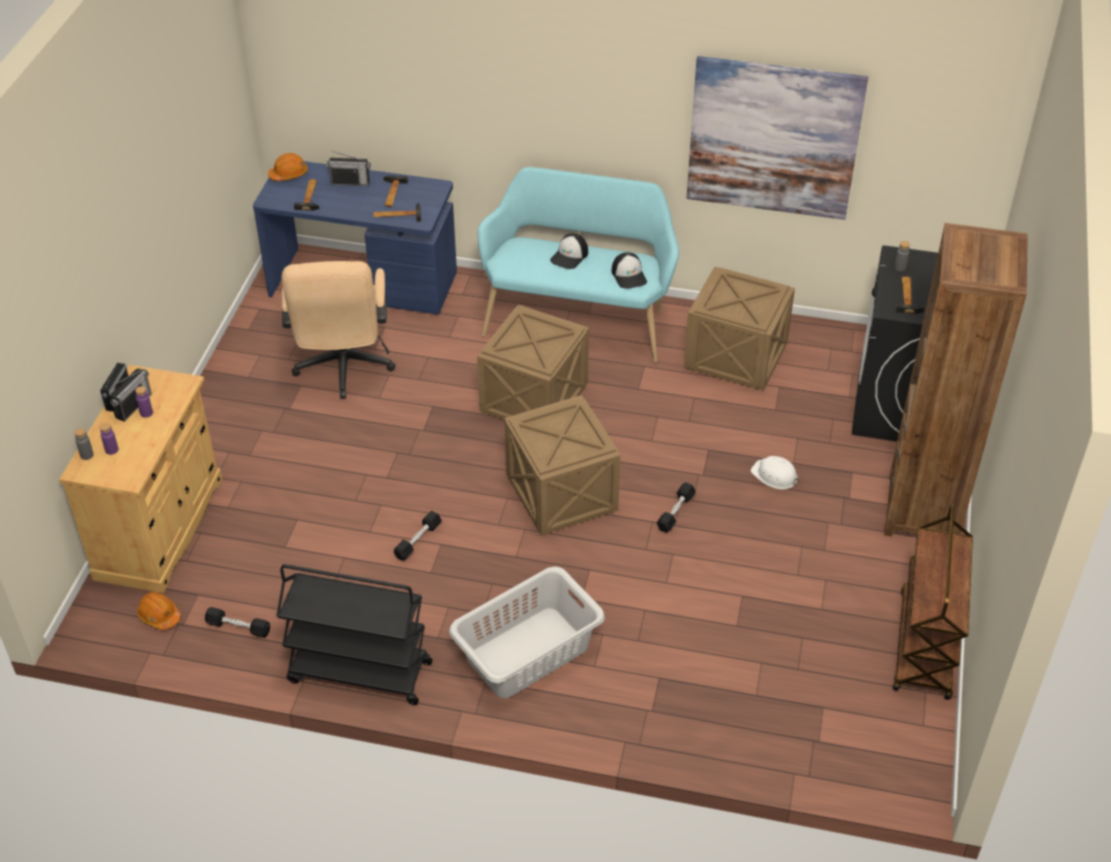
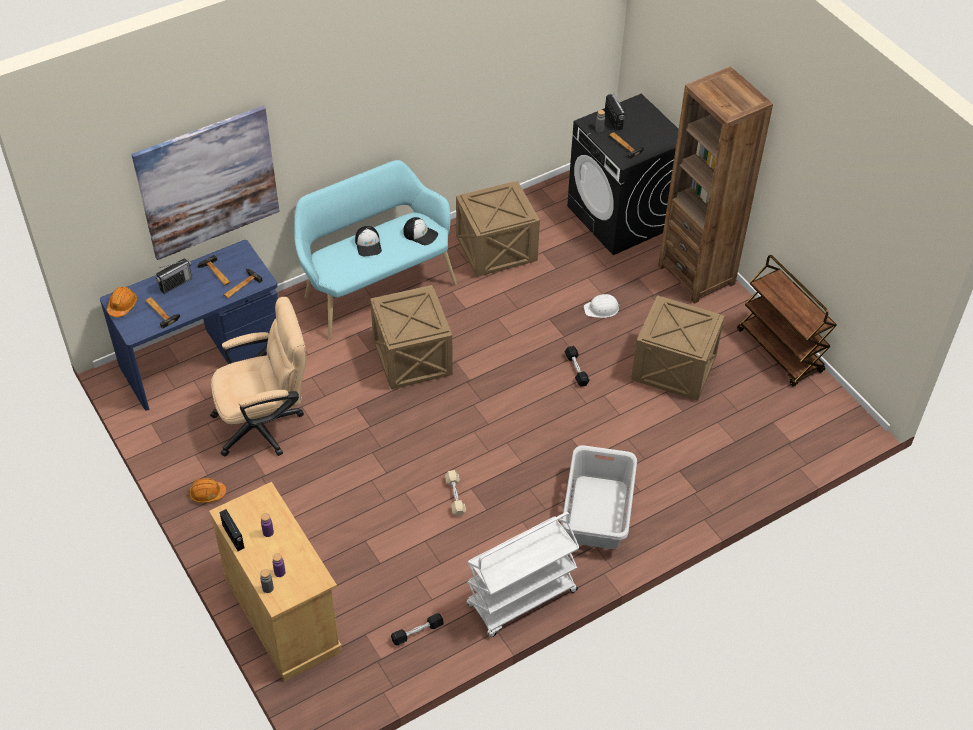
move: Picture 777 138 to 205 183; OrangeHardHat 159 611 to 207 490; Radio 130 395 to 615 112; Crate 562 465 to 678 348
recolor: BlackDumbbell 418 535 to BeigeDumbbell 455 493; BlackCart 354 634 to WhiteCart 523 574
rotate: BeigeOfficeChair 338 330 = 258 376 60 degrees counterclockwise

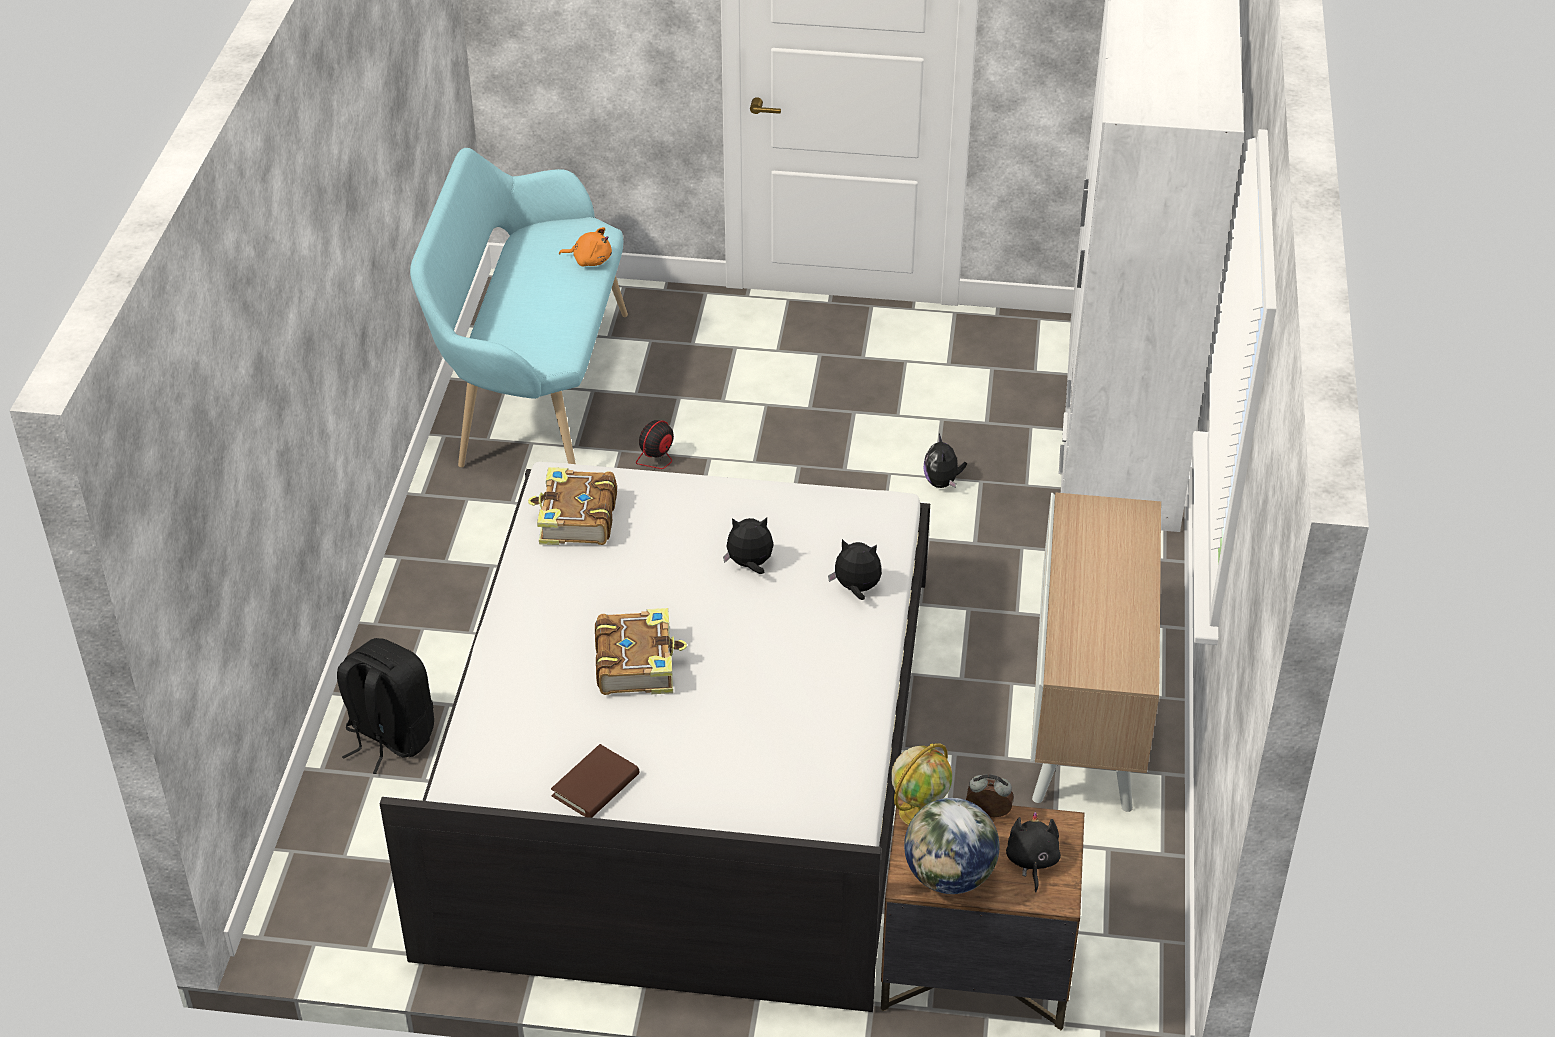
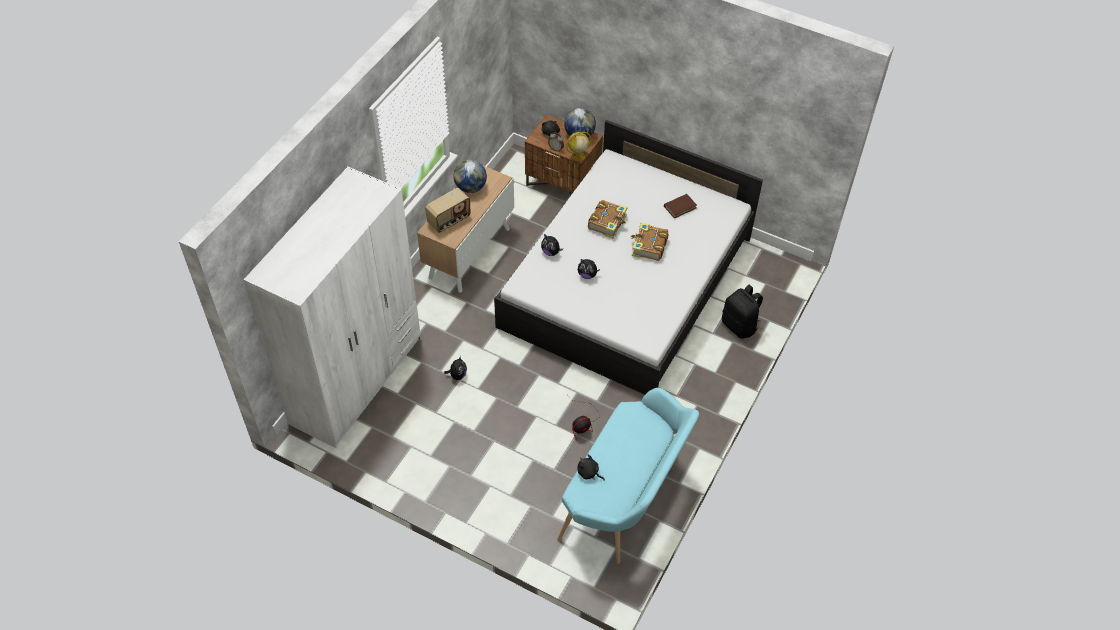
insert: Radio 448 210; Globe 470 176
move: Book 572 506 to 608 219
recolor: OrangePlushToy 585 247 to BlackPlushToy 591 468

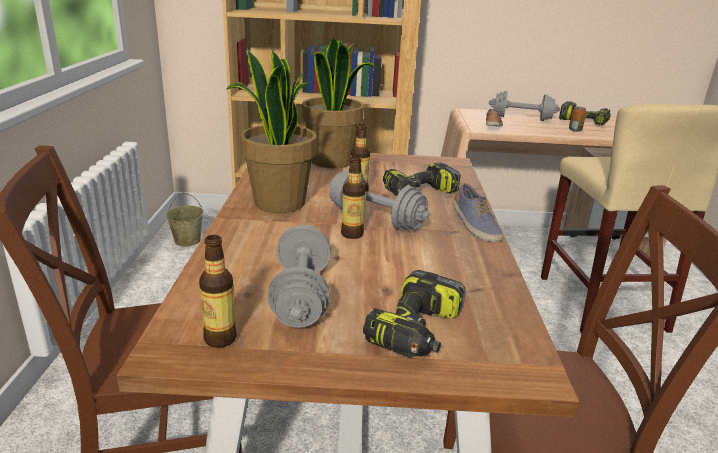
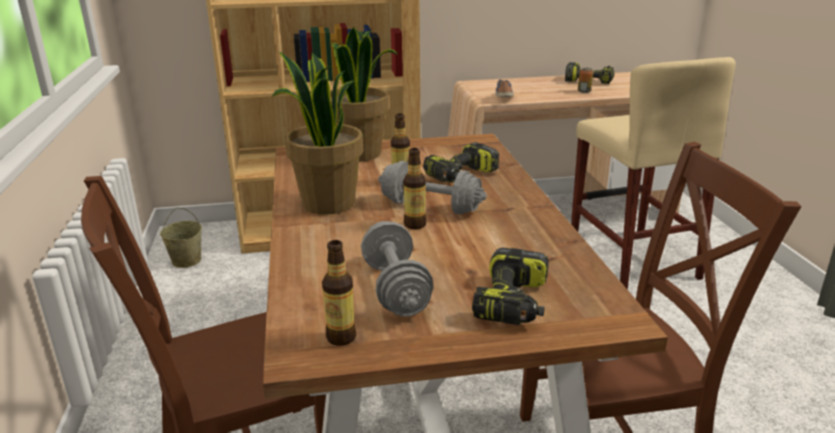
delete: Shoe 478 212; GreyDumbbell 524 106

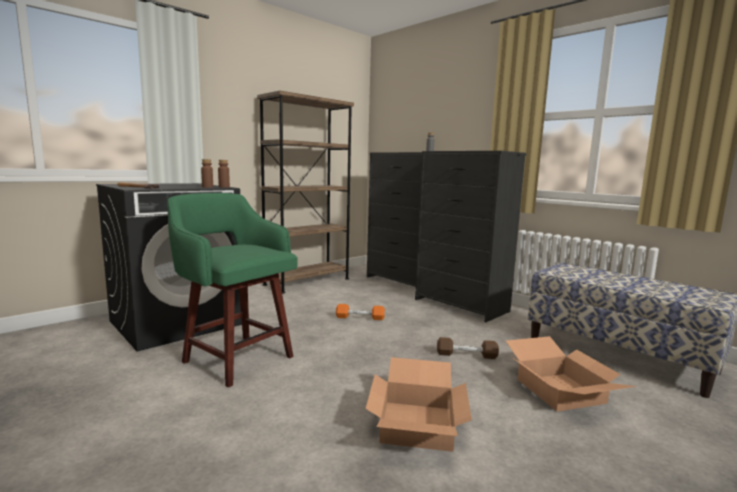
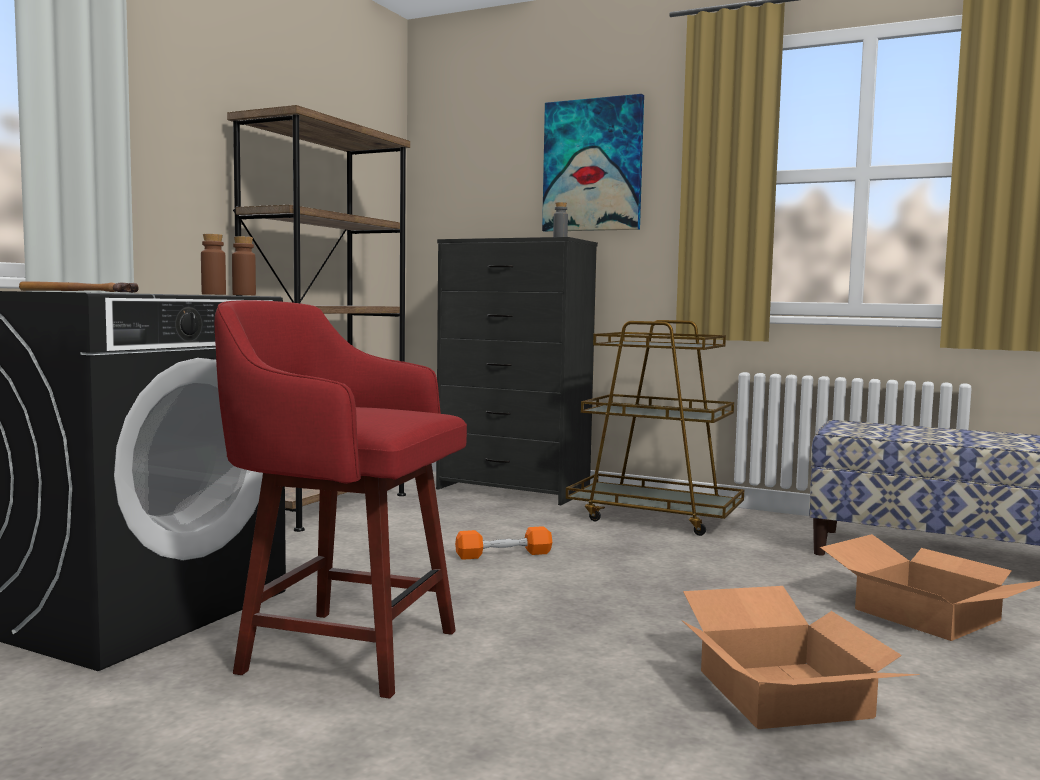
delete: BrownDumbbell 468 348
insert: Picture 593 163
replace: BlackDresser 470 236 to BrownCart 655 428
recolor: GreenStool 232 290 to RedStool 340 499

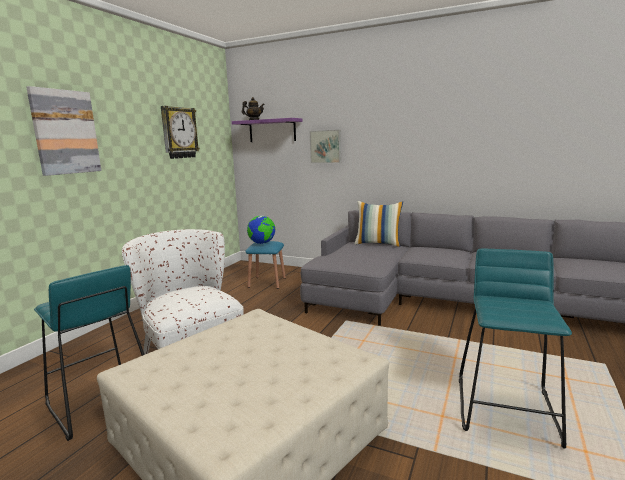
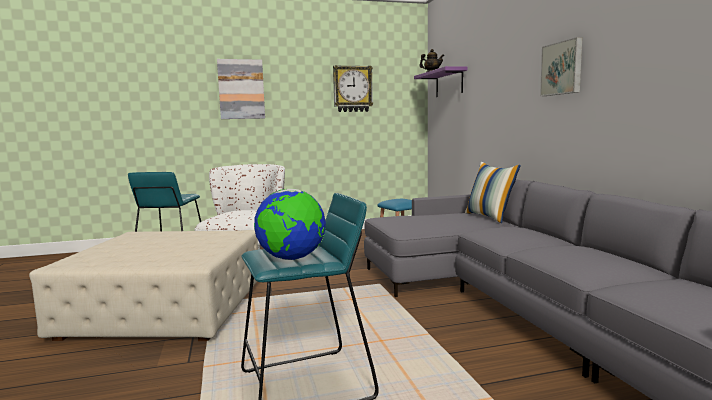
move: Globe 261 230 to 290 224; Picture 325 146 to 561 66

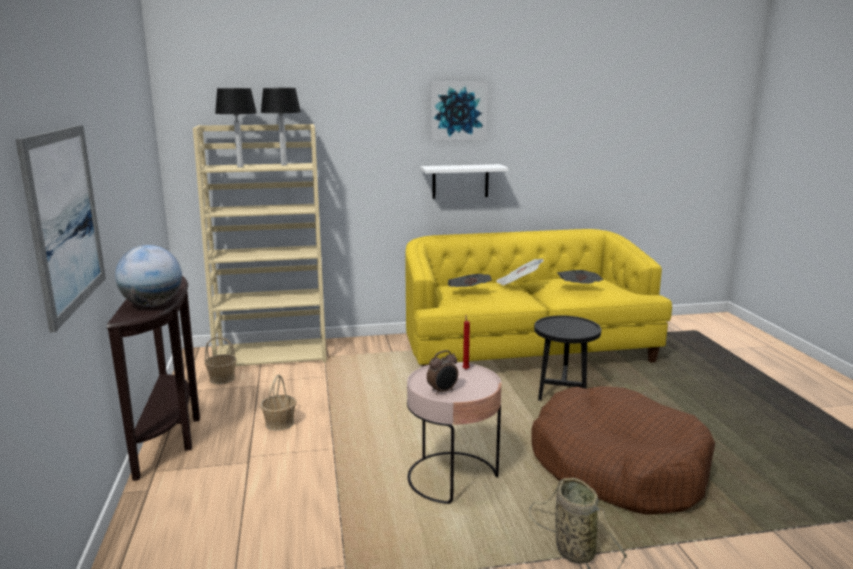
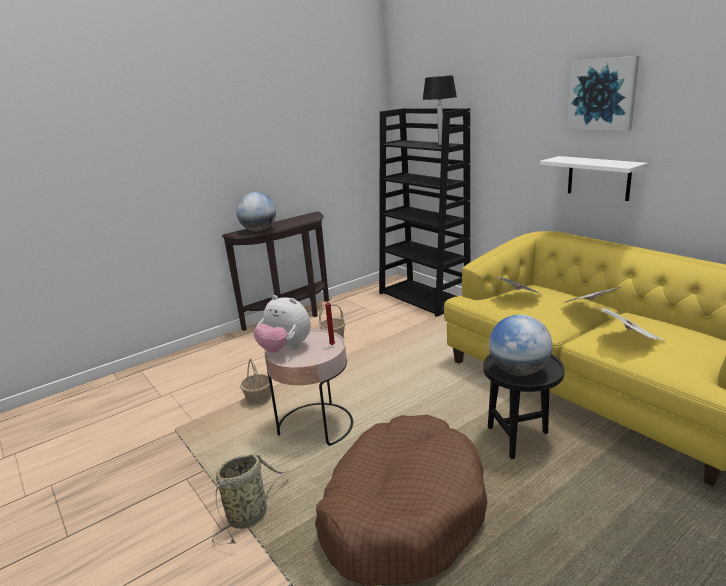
delete: Picture 61 229; TableLamp 236 128
insert: Globe 520 345
move: Basket 220 360 to 255 382
replace: AlarmClock 442 372 to PlushToy 282 324
recolor: BeigeBookcase 260 245 to BlackBookcase 424 212

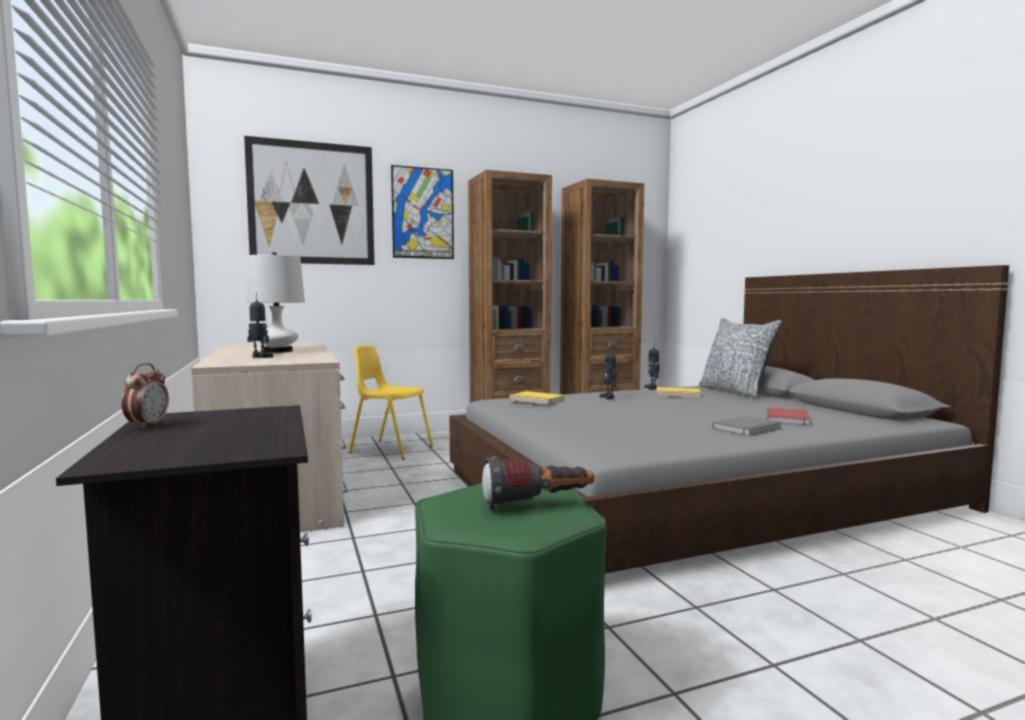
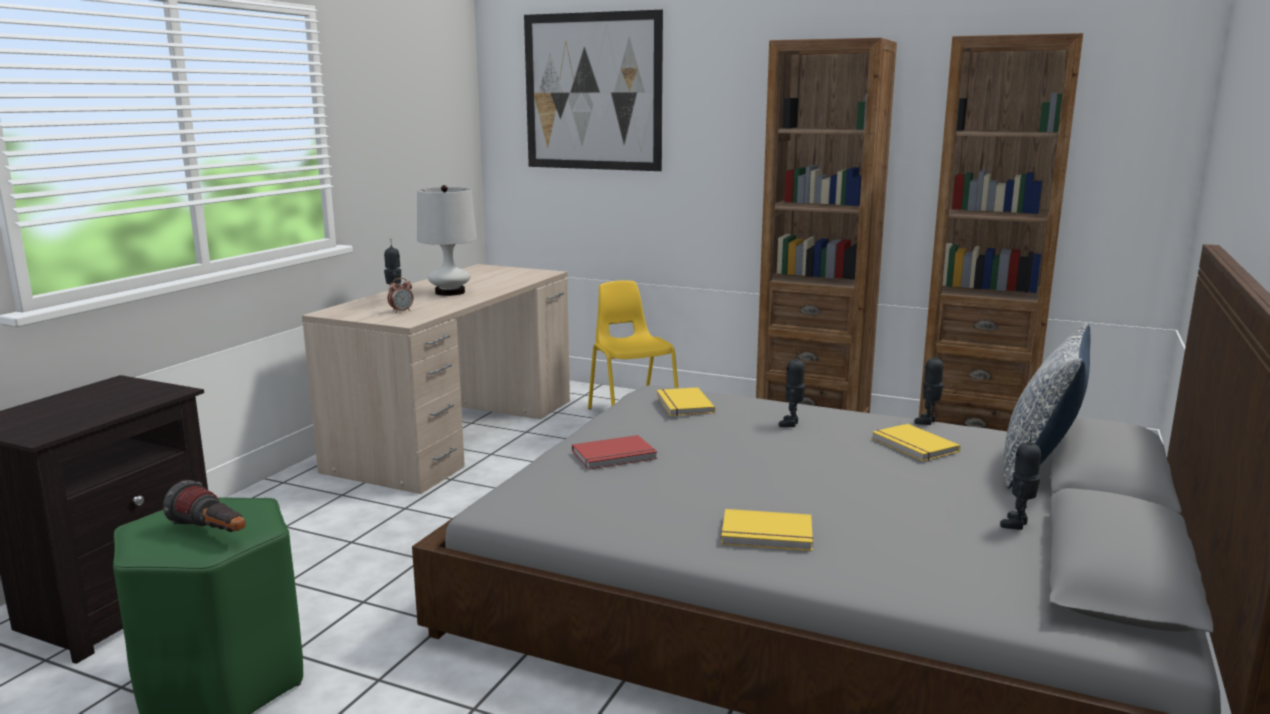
delete: Picture 422 212
insert: ToyRobot 1020 480
move: AlarmClock 145 396 to 401 295; RedBook 789 416 to 614 452
recolor: GreyBook 747 426 to YellowBook 767 530

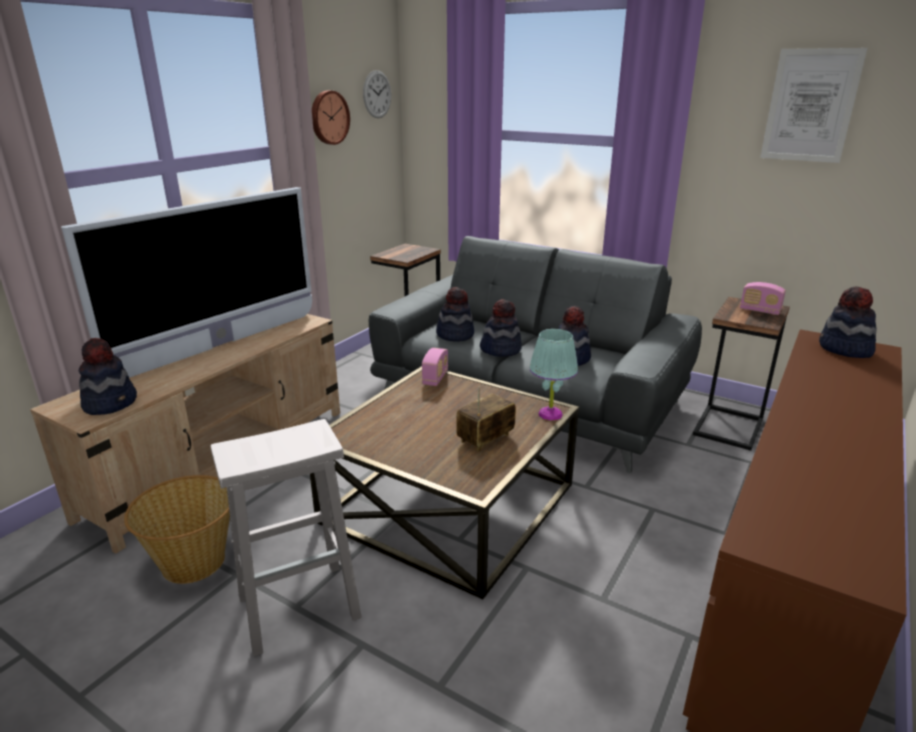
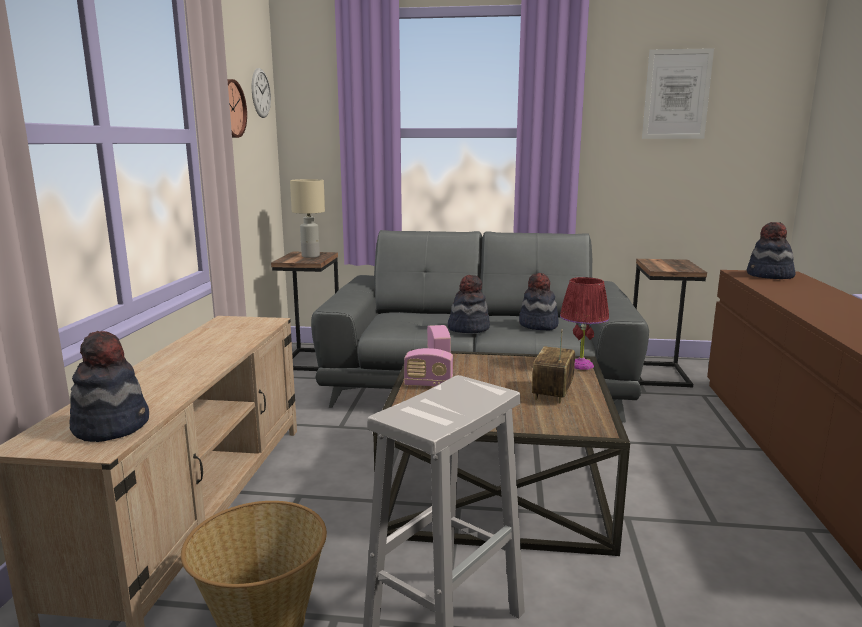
delete: Television 186 282; Hat 455 314
insert: BeigeTableLamp 307 218
move: Radio 763 298 to 428 367
recolor: TurquoiseTableLamp 553 375 to RedTableLamp 584 323

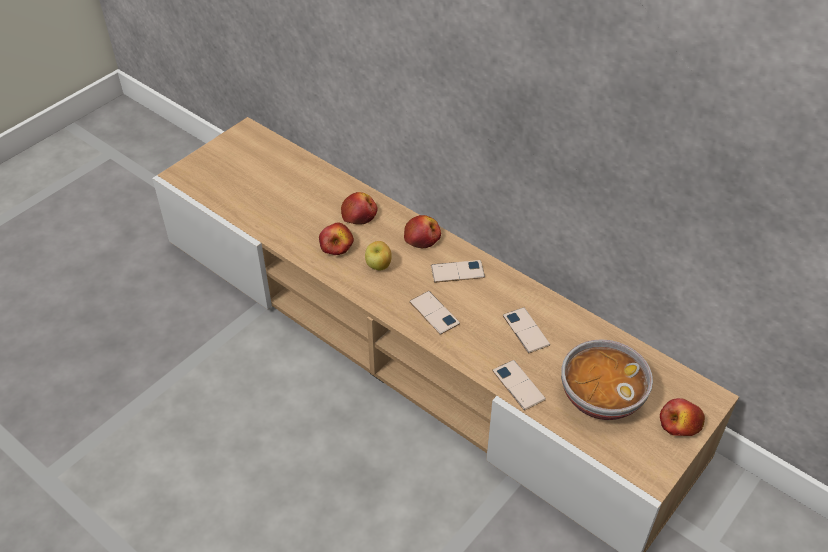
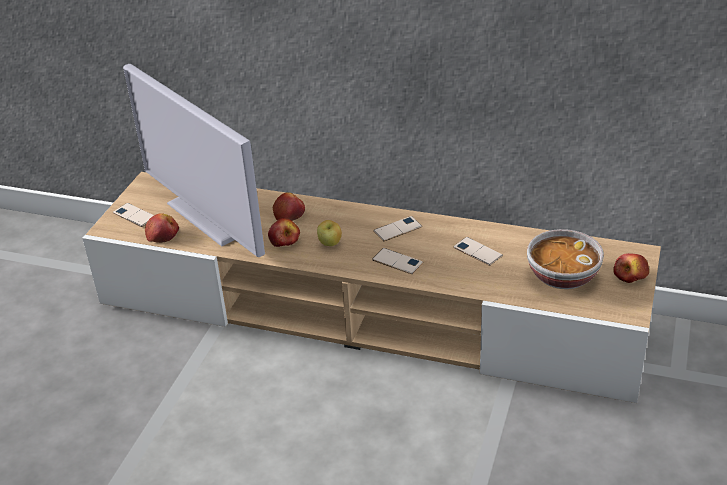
insert: Television 194 160
move: Phone 519 385 to 133 215; Apple 422 231 to 162 228

